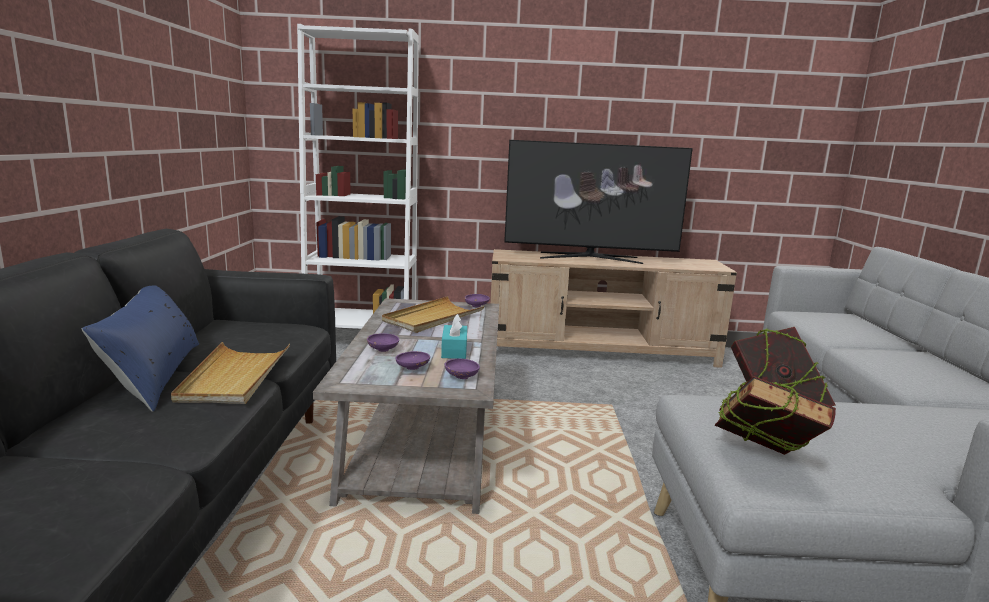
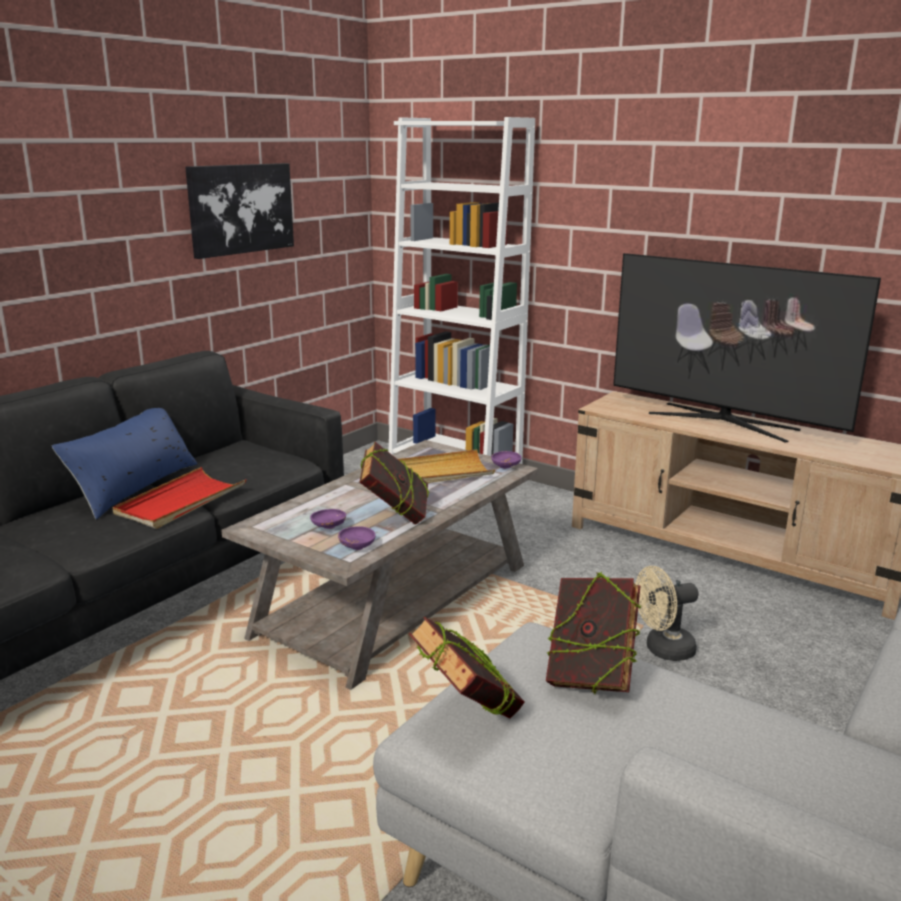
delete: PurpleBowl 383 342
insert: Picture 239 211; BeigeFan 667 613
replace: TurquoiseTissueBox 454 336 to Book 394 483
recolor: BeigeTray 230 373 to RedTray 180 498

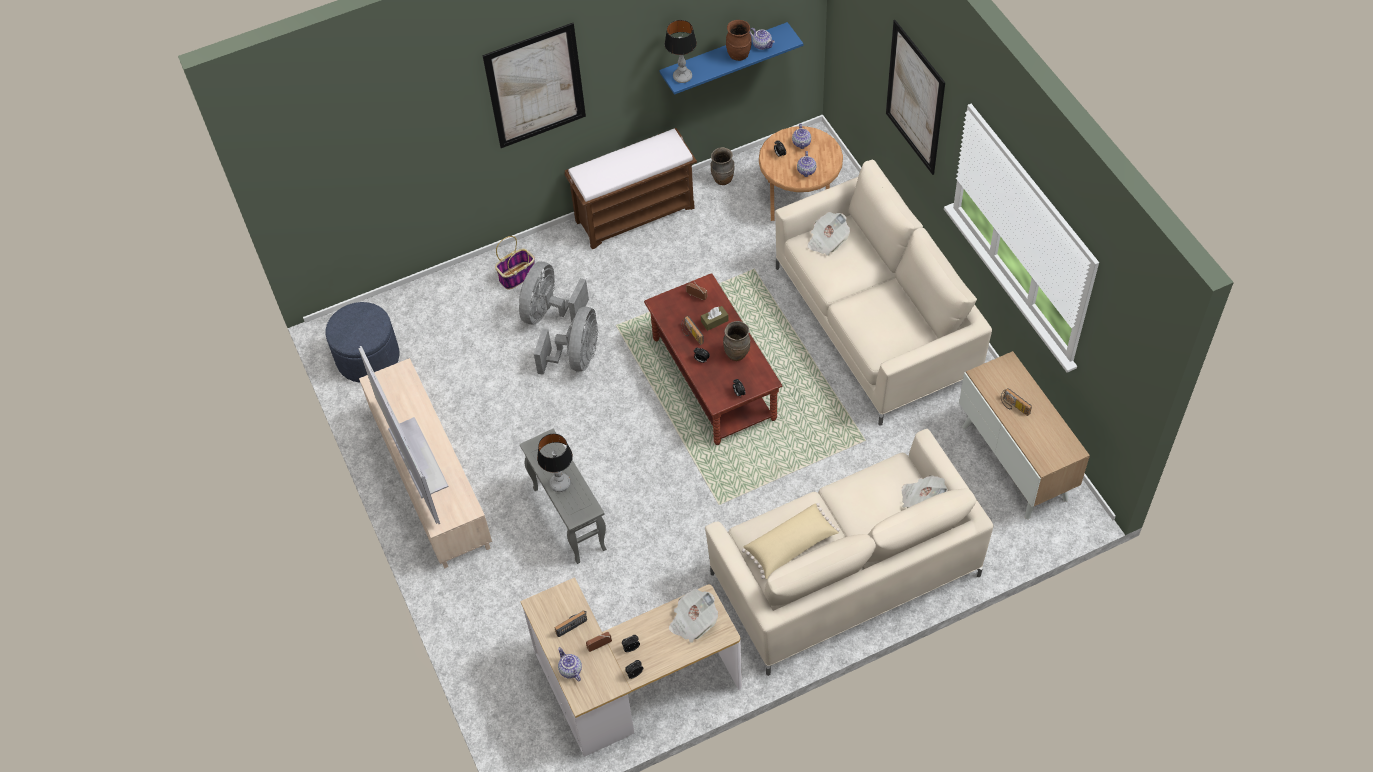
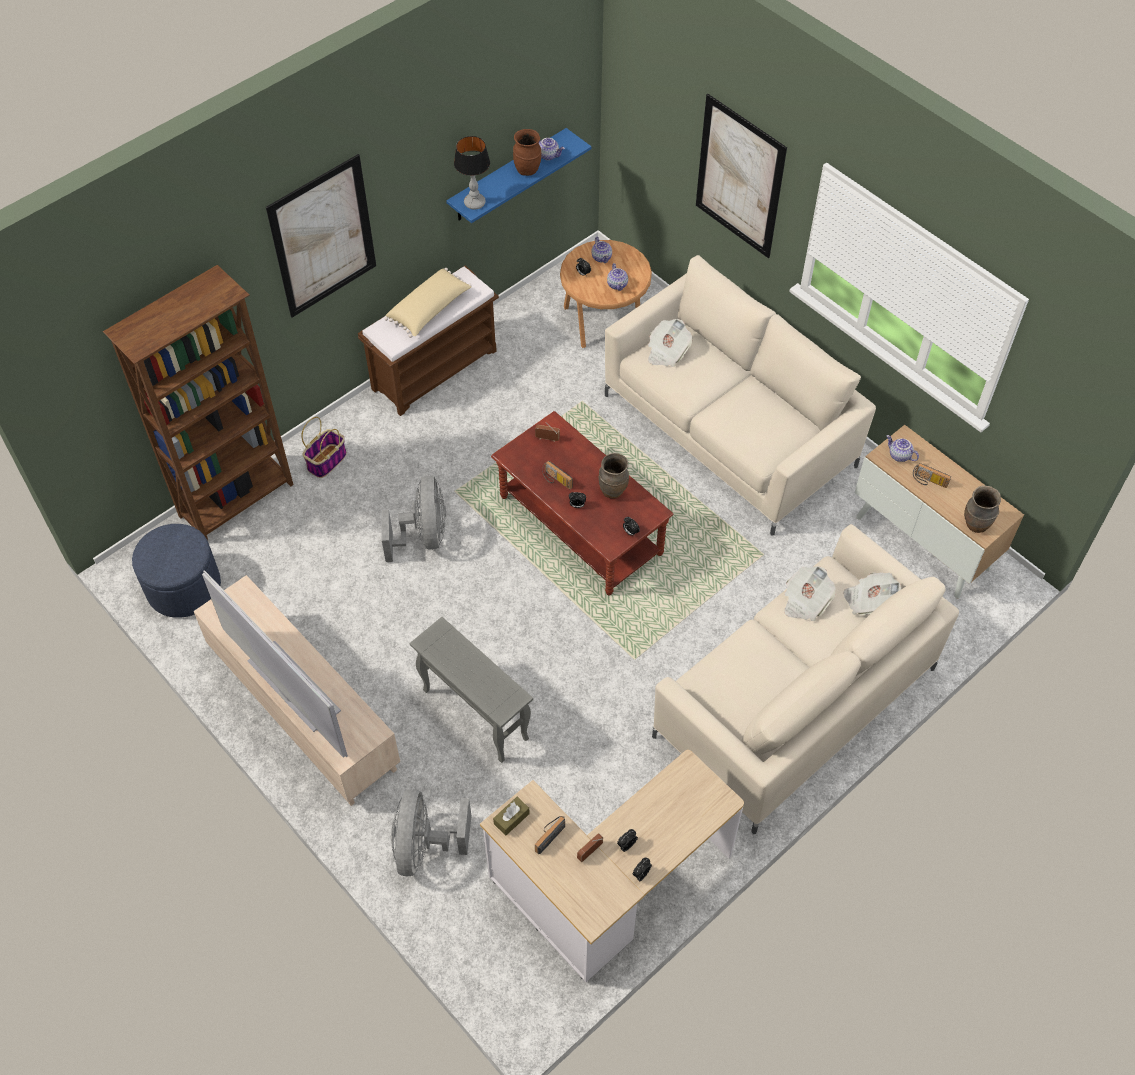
delete: TableLamp 555 462
insert: BrownBookcase 198 402
move: BeigePillow 790 541 to 428 303; GreyFan 554 293 to 431 832; BrownTissueBox 715 318 to 511 816; Newspaper 693 615 to 810 593; Teapot 570 664 to 903 448; BrownVase 722 166 to 982 509

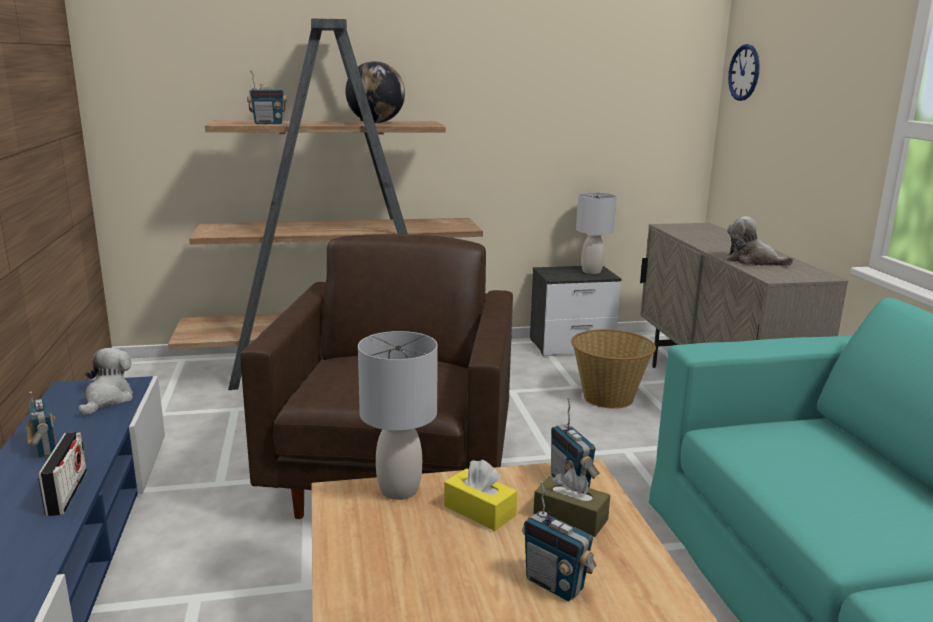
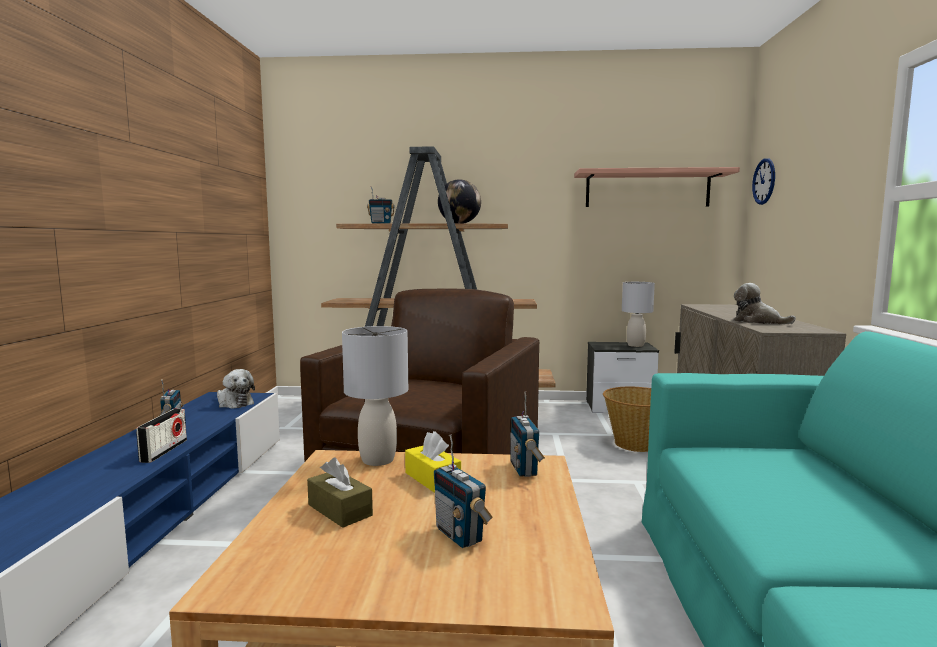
insert: Shelf 657 187
move: BrownTissueBox 571 503 to 340 492
rotate: PlushToy 105 381 = 236 388 105 degrees clockwise

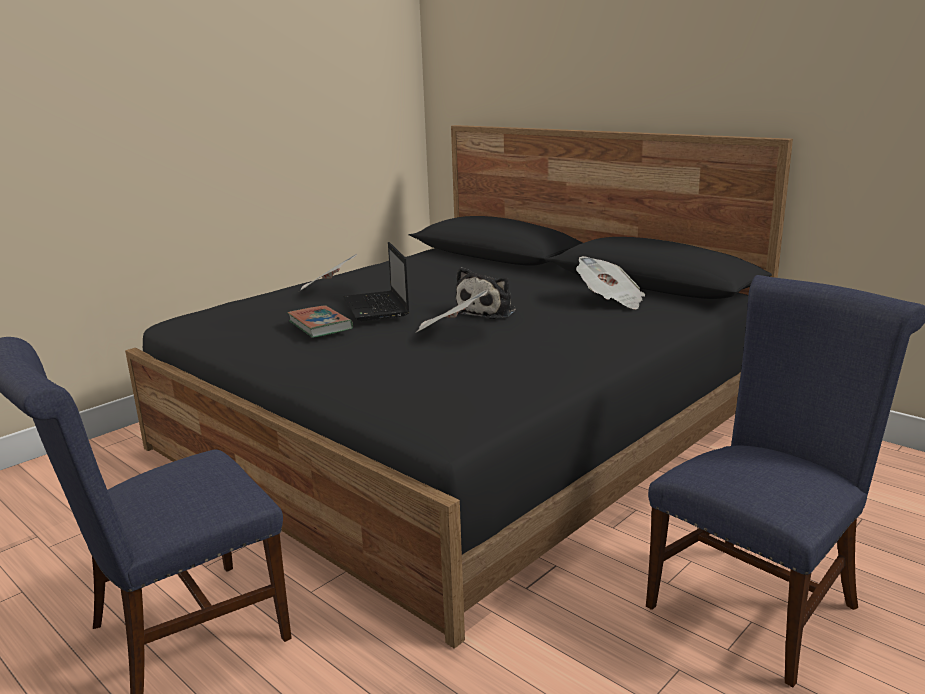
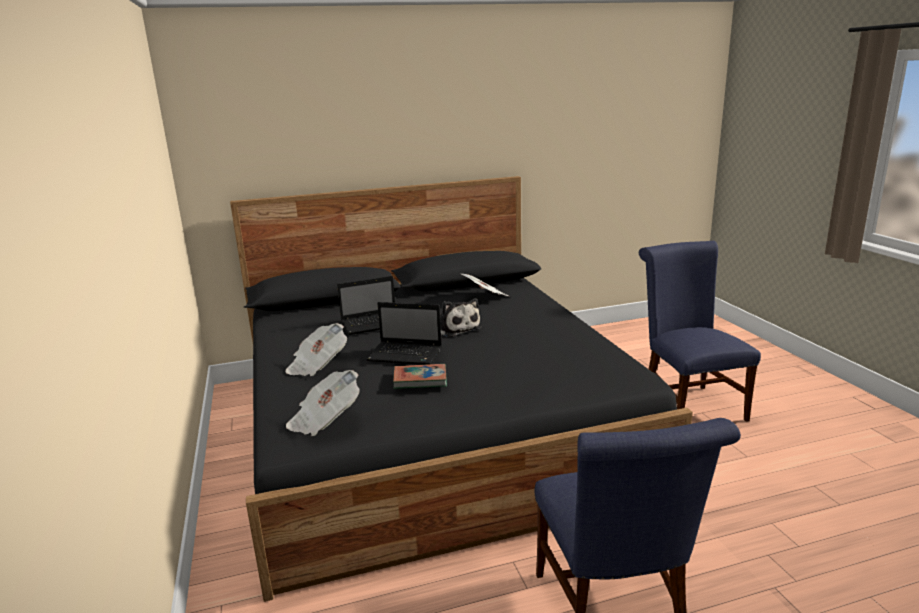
insert: Laptop 366 305
move: Newspaper 452 311 to 323 403

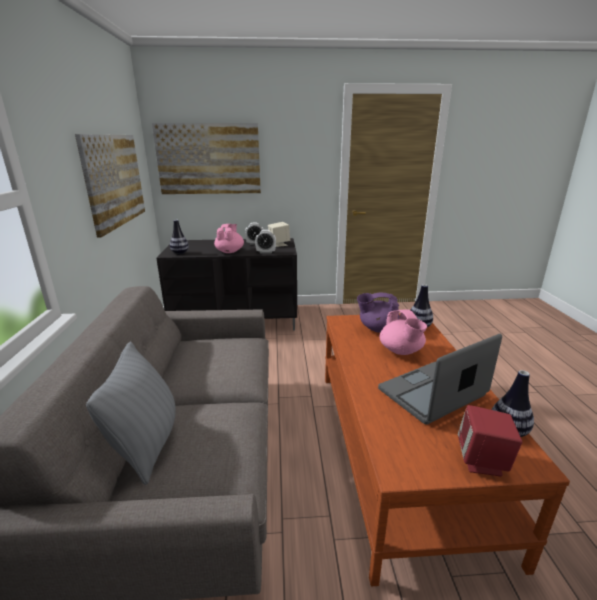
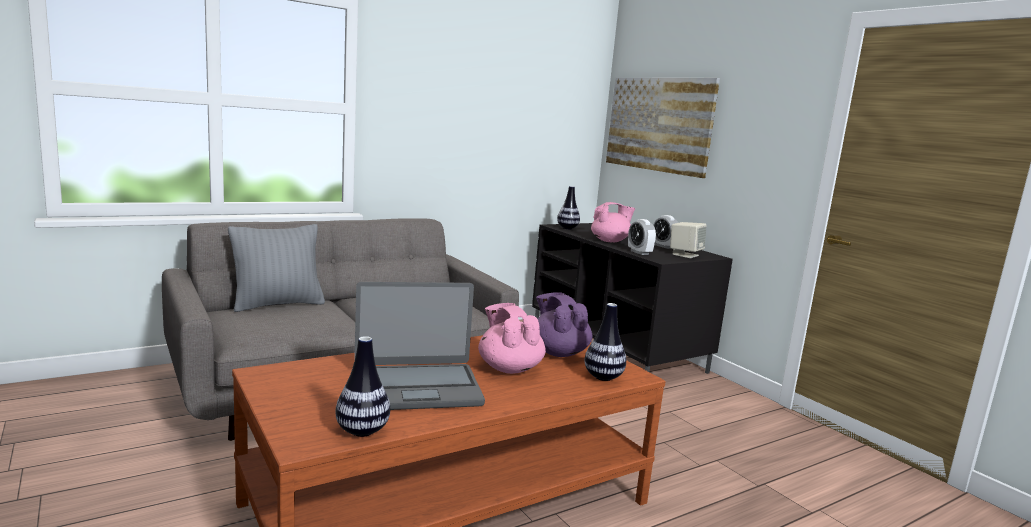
delete: Picture 110 186; RedSpeaker 490 440
rotate: Laptop 440 379 = 419 346 135 degrees clockwise; PinkTeapot 403 332 = 512 338 105 degrees clockwise

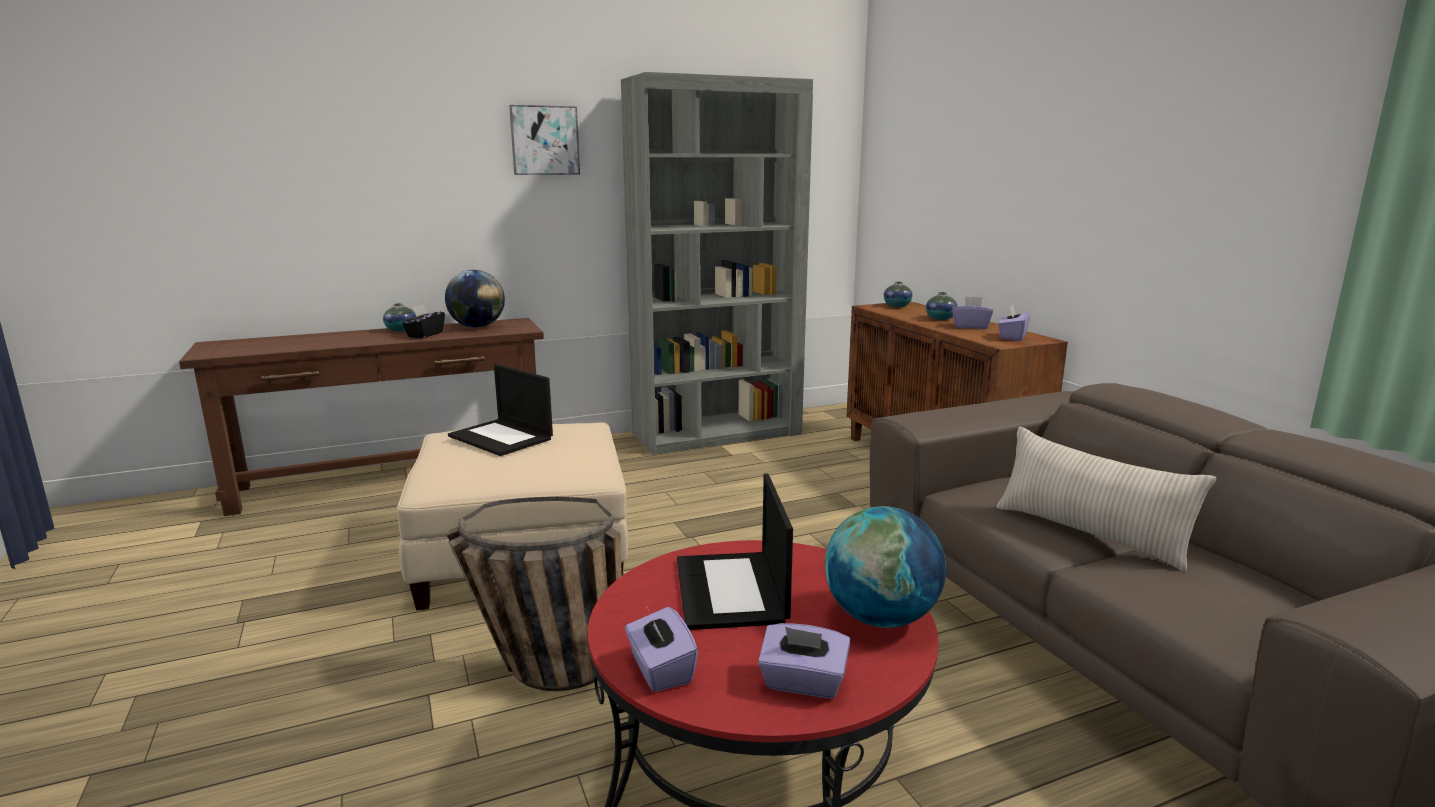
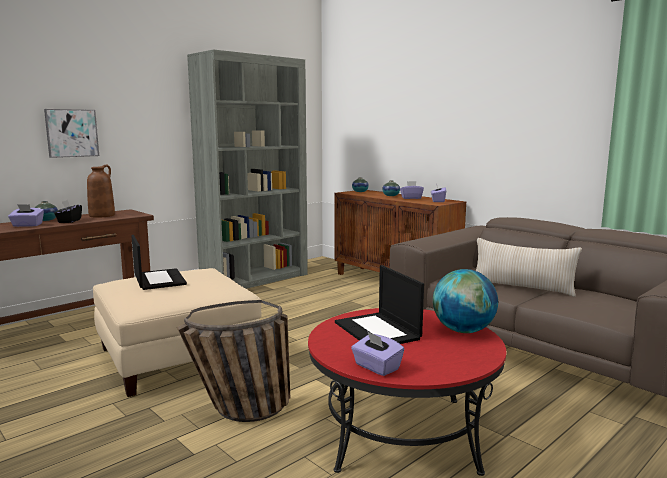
move: PurpleTissueBox 804 661 to 26 215; Picture 544 140 to 71 133
replace: Globe 475 299 to BrownVase 101 191
rotate: Laptop 500 410 = 159 262 135 degrees counterclockwise

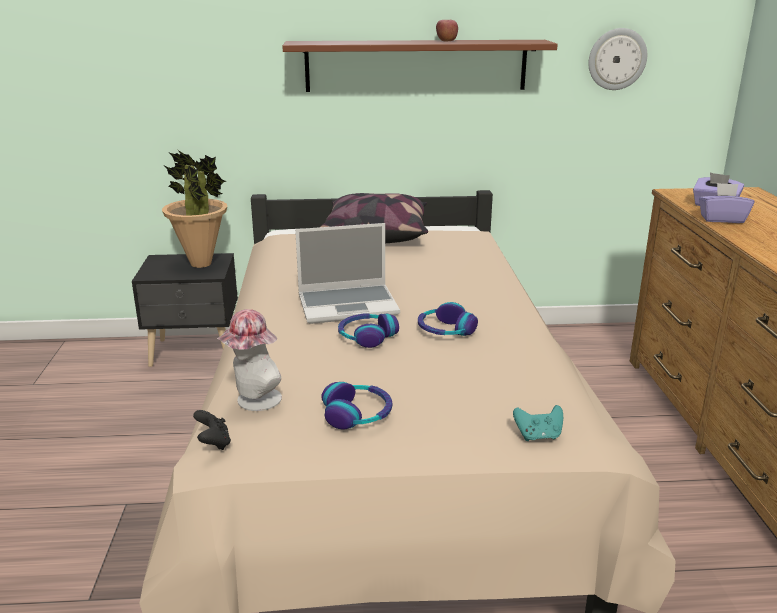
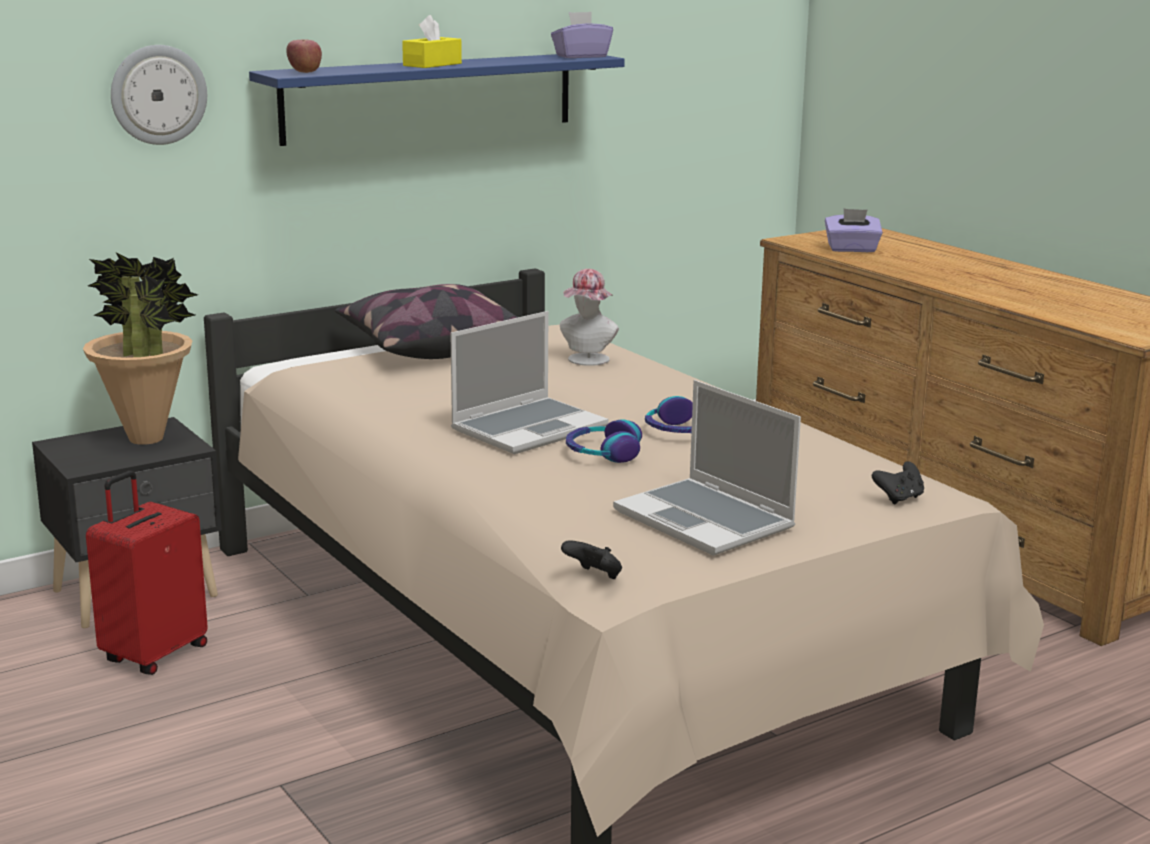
insert: RedSuitcase 147 573; YellowTissueBox 432 41
move: WallClock 617 59 to 159 95; Apple 447 31 to 304 56; PurpleTissueBox 727 203 to 582 35; Hat 249 360 to 589 317
replace: Headphones 356 406 to Laptop 707 468
recolor: BrownShelf 420 66 to BlueShelf 437 100; TurquoiseGameController 538 423 to BlackGameController 898 482

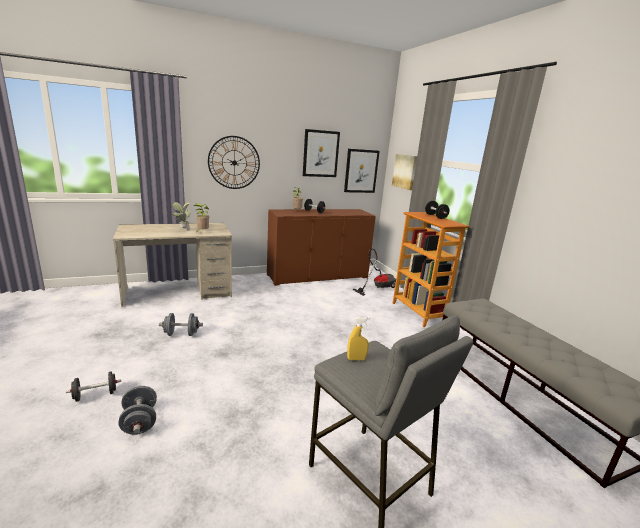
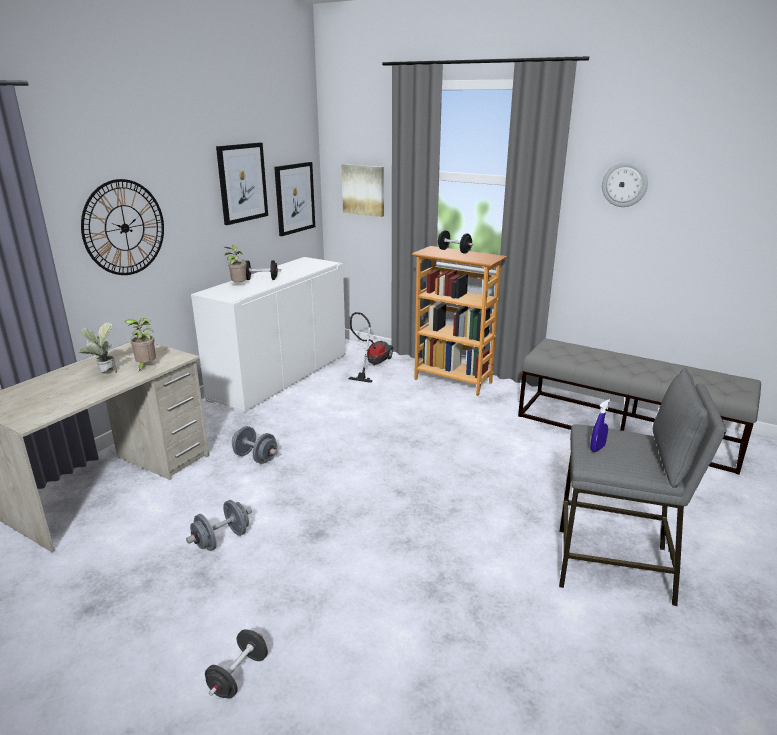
insert: WallClock 625 184
move: GreyDumbbell 137 410 to 255 445
recolor: BrownCabinet 321 247 to WhiteCabinet 268 335; YellowSprayBottle 358 338 to BlueSprayBottle 600 425

